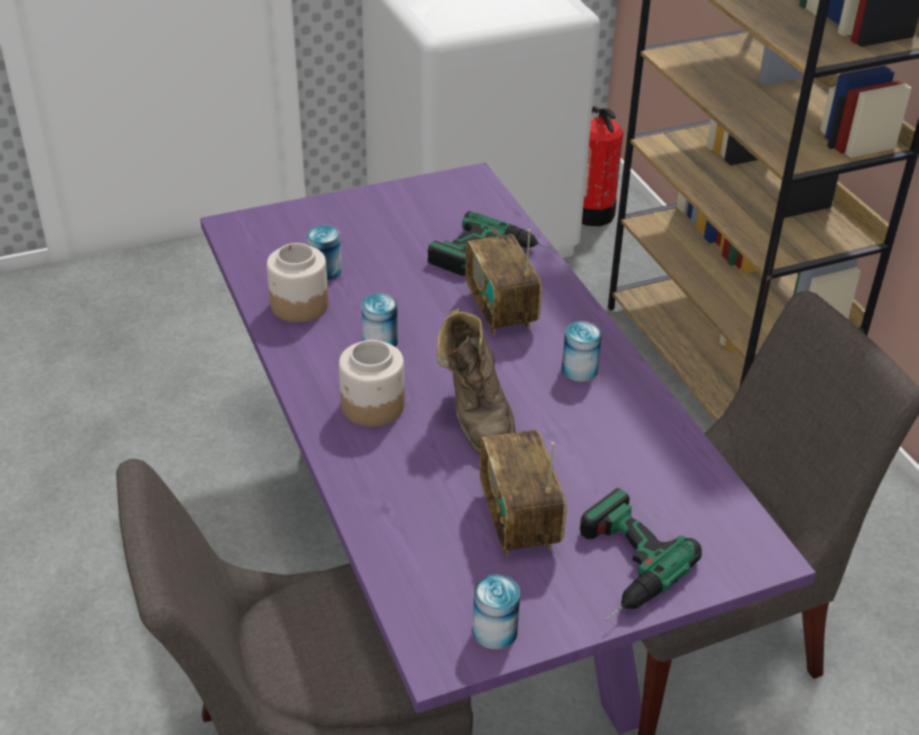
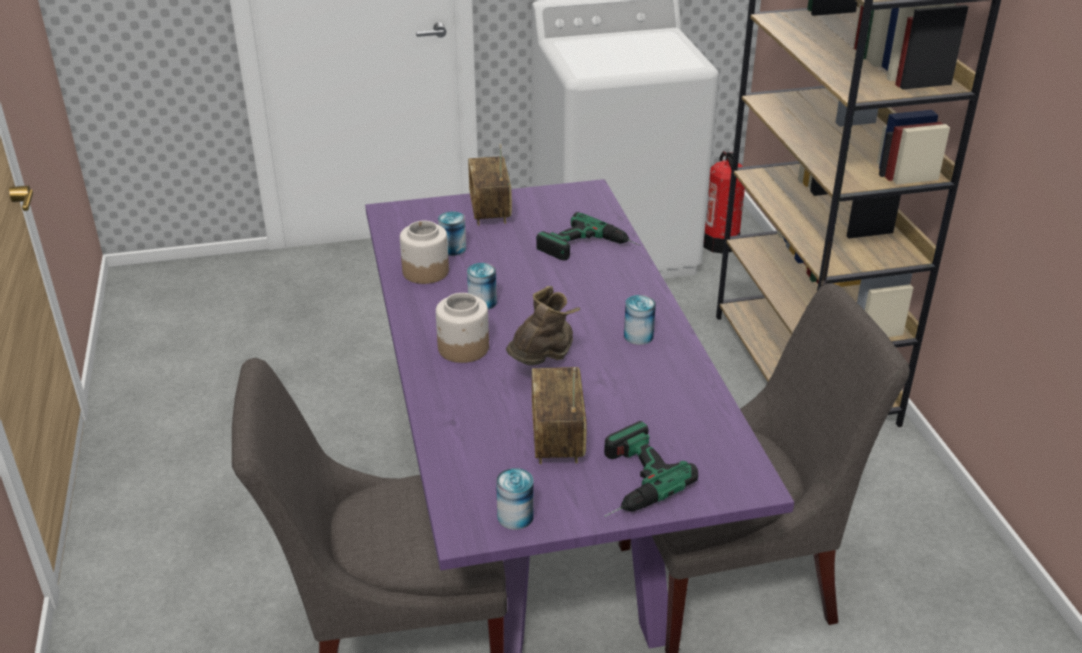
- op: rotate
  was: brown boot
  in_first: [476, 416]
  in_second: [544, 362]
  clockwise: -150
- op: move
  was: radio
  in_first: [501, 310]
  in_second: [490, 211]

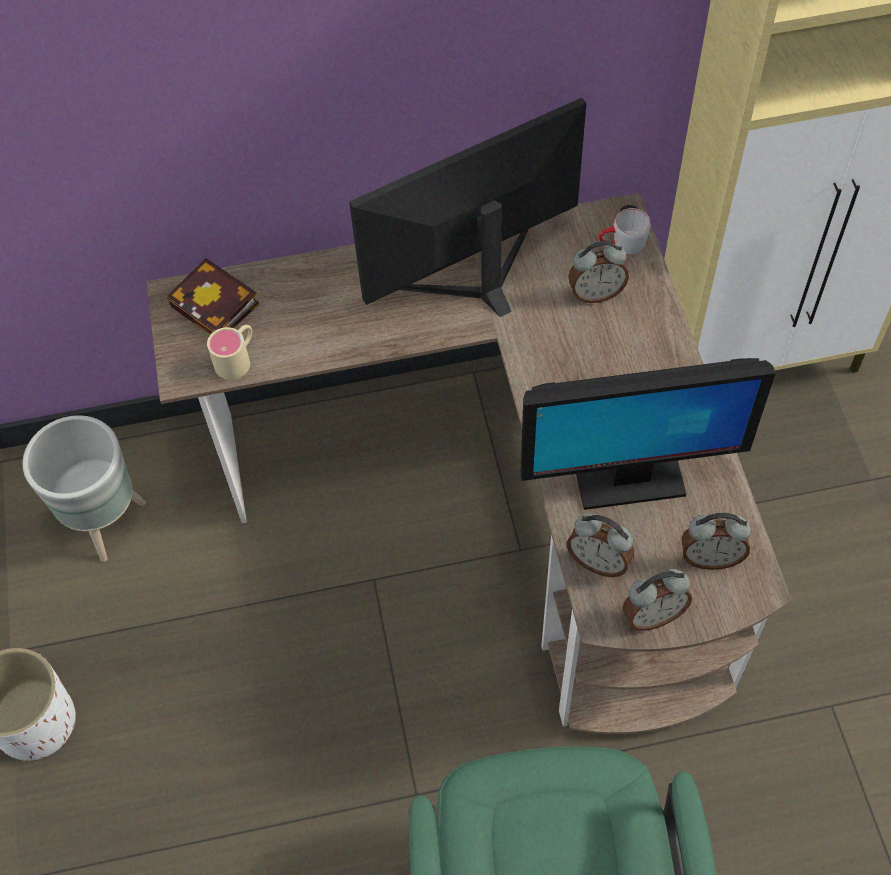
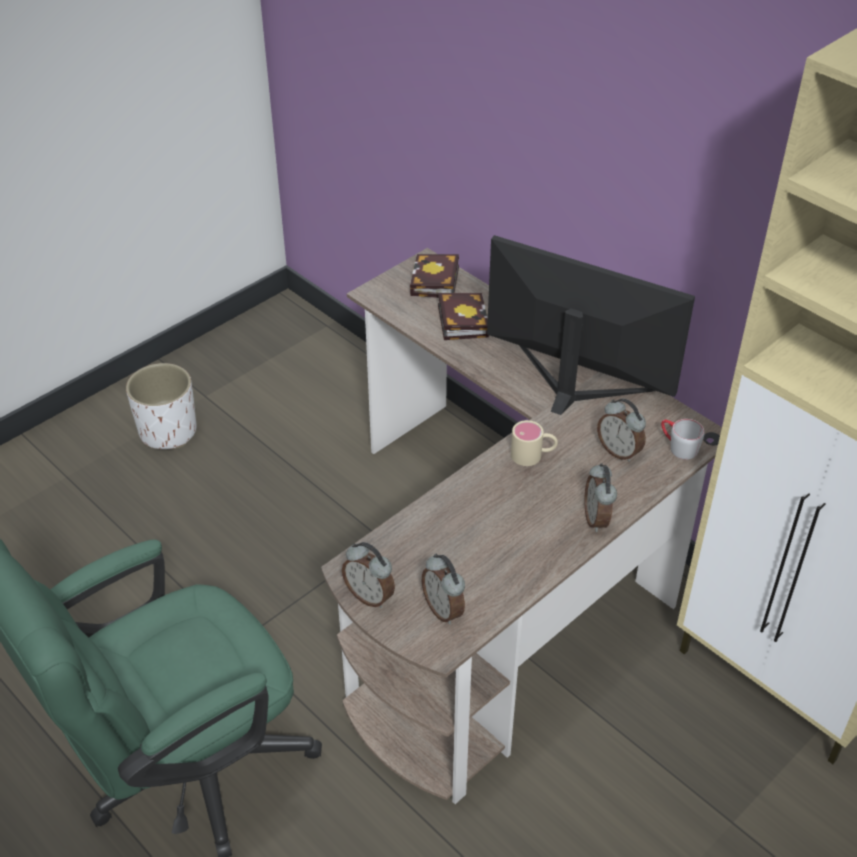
- op: delete
  was: grey planter
  in_first: [107, 522]
- op: move
  was: beige mug
  in_first: [237, 358]
  in_second: [533, 455]
- op: delete
  was: monitor
  in_first: [628, 479]
- op: move
  was: alarm clock
  in_first: [598, 561]
  in_second: [597, 519]
- op: insert
  now: book
  in_second: [461, 320]

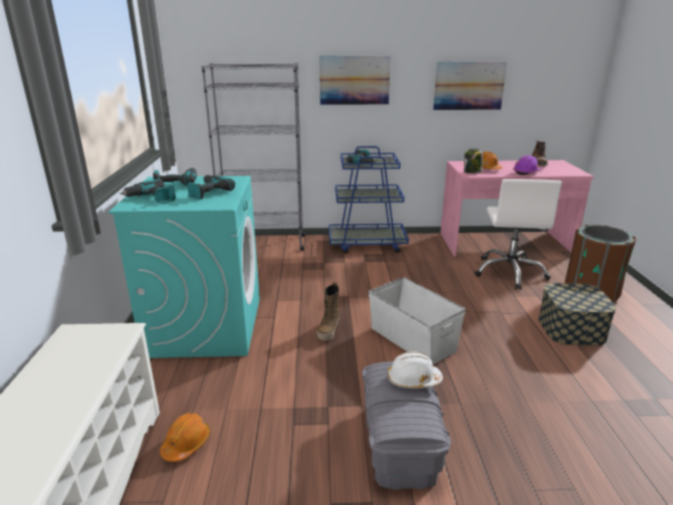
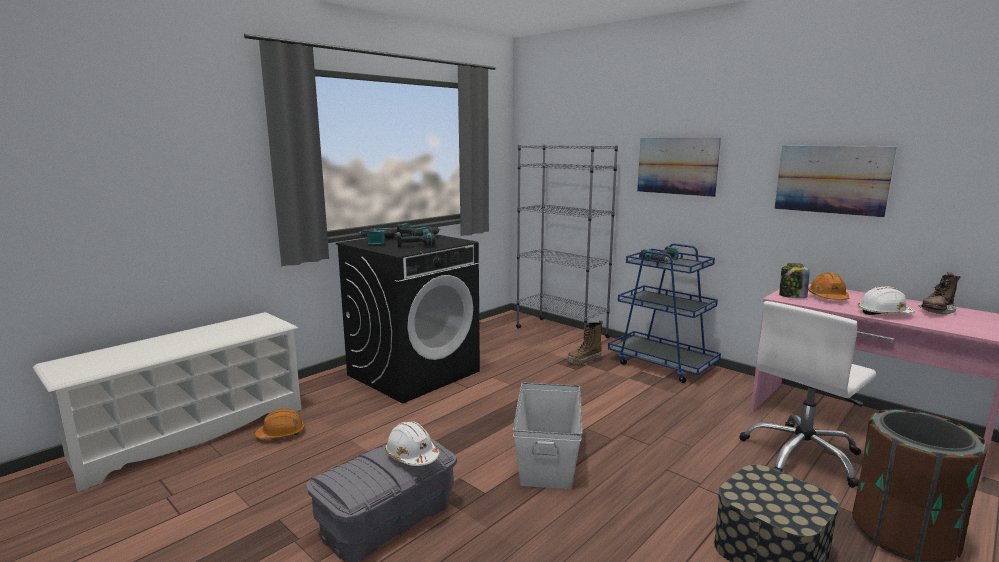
- op: recolor
  was: turquoise washing machine
  now: black washing machine
  in_first: [205, 326]
  in_second: [414, 373]
- op: move
  was: boot
  in_first: [328, 330]
  in_second: [584, 360]
- op: recolor
  was: purple hard hat
  now: white hard hat
  in_first: [526, 172]
  in_second: [883, 313]

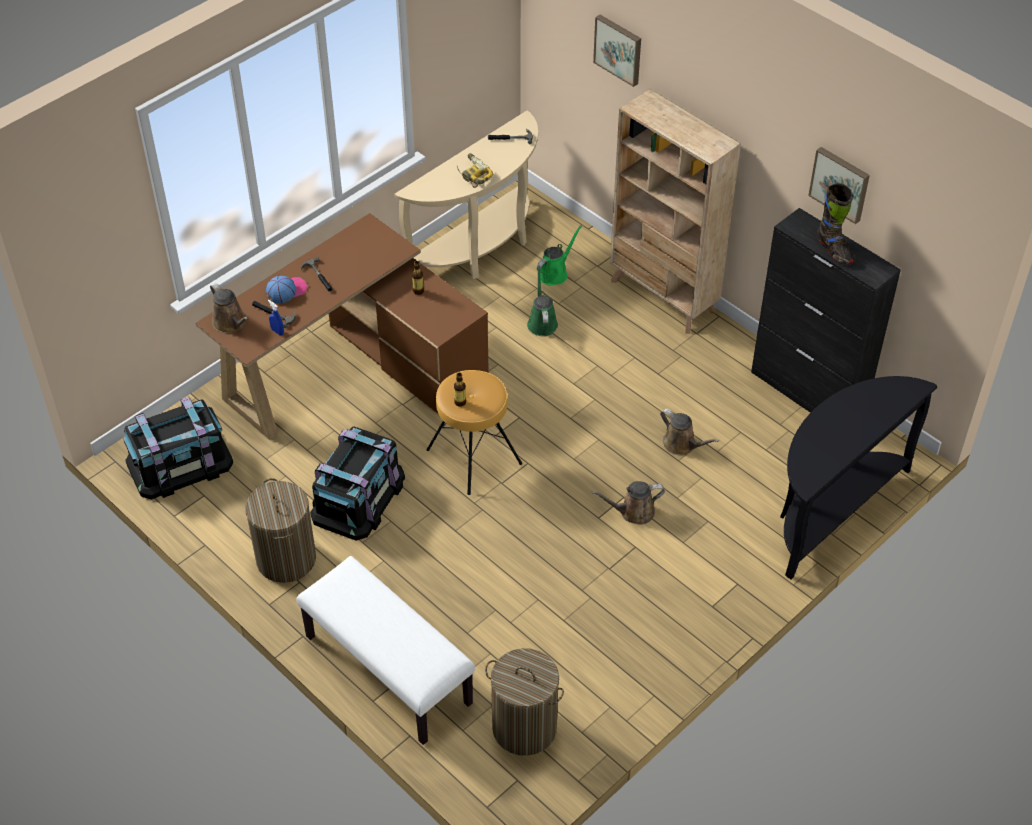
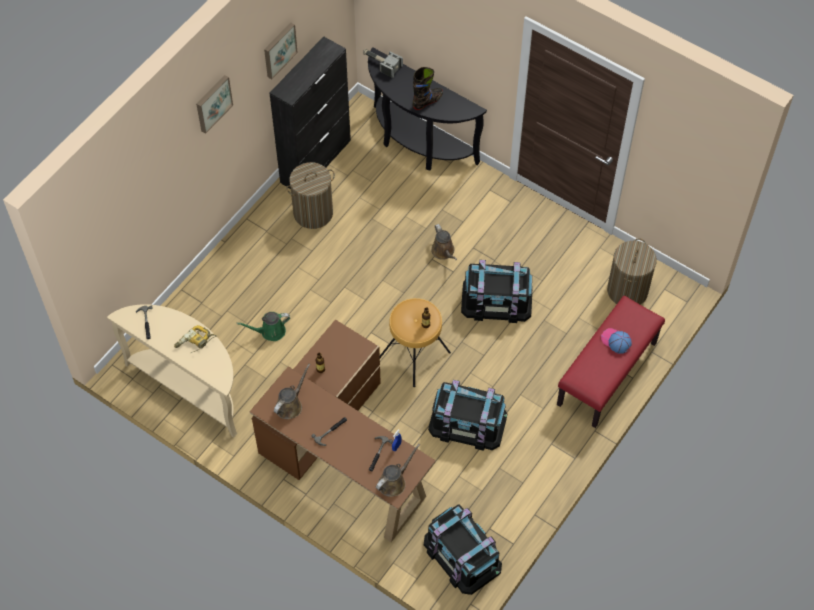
- op: move
  was: laundry basket
  in_first: [286, 559]
  in_second: [313, 213]
- op: move
  was: cap
  in_first: [286, 291]
  in_second: [615, 341]
- op: recolor
  was: white bench
  now: red bench
  in_first: [386, 670]
  in_second: [607, 374]
- op: delete
  was: green watering can
  in_first: [554, 273]
- op: move
  was: picture
  in_first: [619, 49]
  in_second: [212, 103]
- op: delete
  was: beige bookcase
  in_first: [663, 297]
- op: move
  was: brown watering can
  in_first: [682, 444]
  in_second: [290, 405]
- op: move
  was: black boot
  in_first: [834, 250]
  in_second: [427, 101]
- op: insert
  now: hammer
  in_second: [381, 63]
- op: insert
  now: black storage box
  in_second: [496, 300]

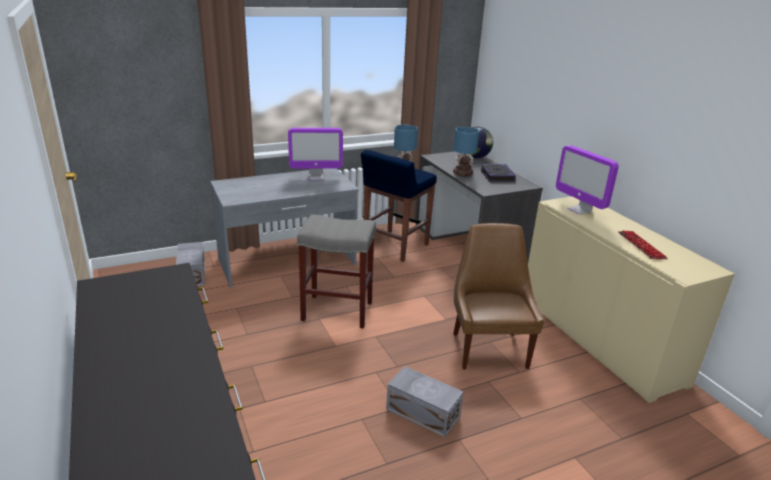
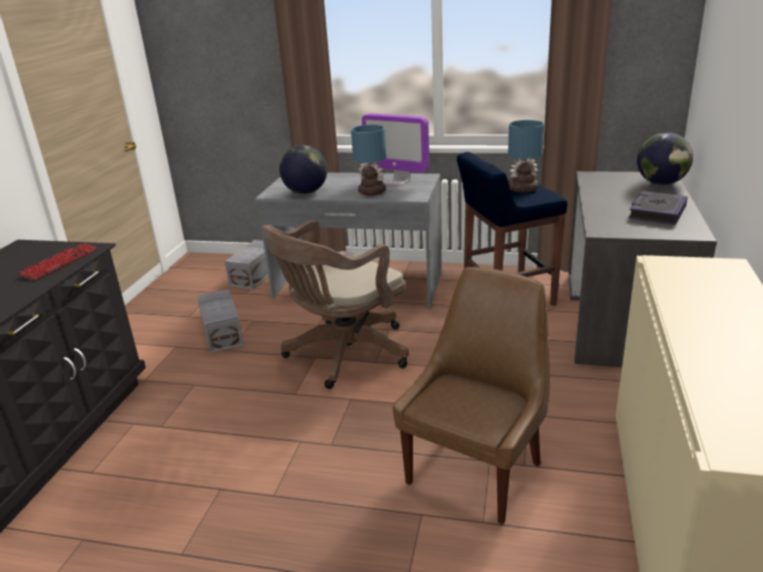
- op: replace
  was: grey stool
  now: brown office chair
  in_first: [336, 311]
  in_second: [343, 355]
- op: move
  was: grey storage box
  in_first: [422, 412]
  in_second: [223, 333]
- op: move
  was: table lamp
  in_first: [462, 174]
  in_second: [371, 192]
- op: delete
  was: monitor
  in_first: [579, 210]
- op: move
  was: keyboard
  in_first: [641, 246]
  in_second: [60, 263]
- op: insert
  now: globe
  in_second: [306, 192]

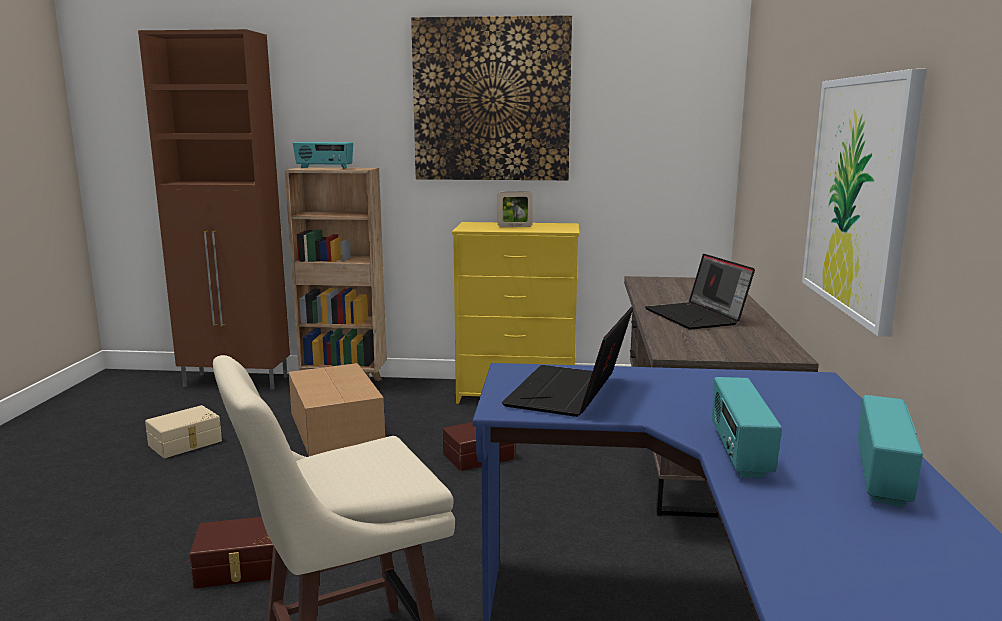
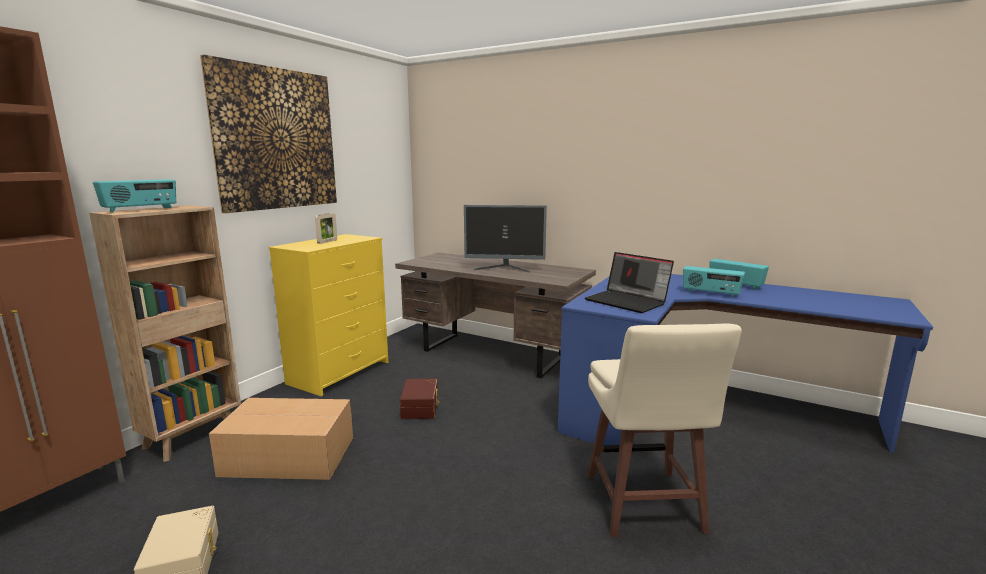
- op: delete
  was: brown storage box
  in_first: [240, 568]
- op: replace
  was: laptop
  now: monitor
  in_first: [697, 317]
  in_second: [504, 269]
- op: delete
  was: picture
  in_first: [858, 195]

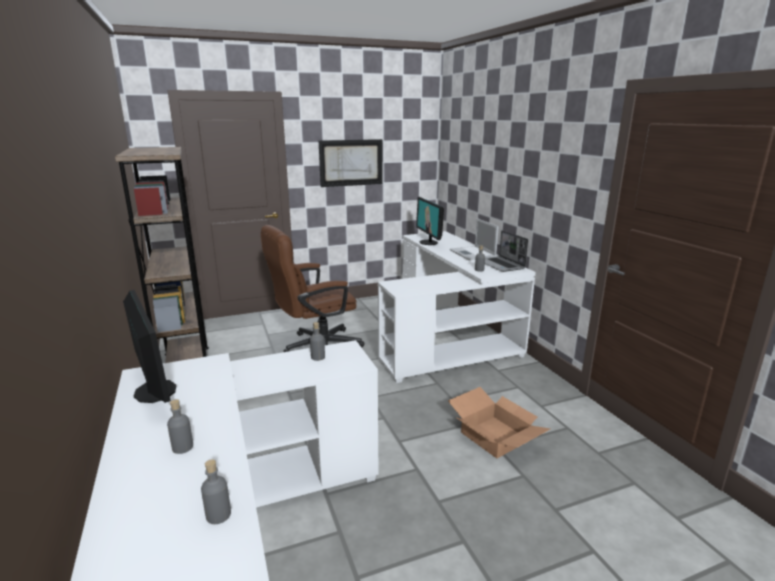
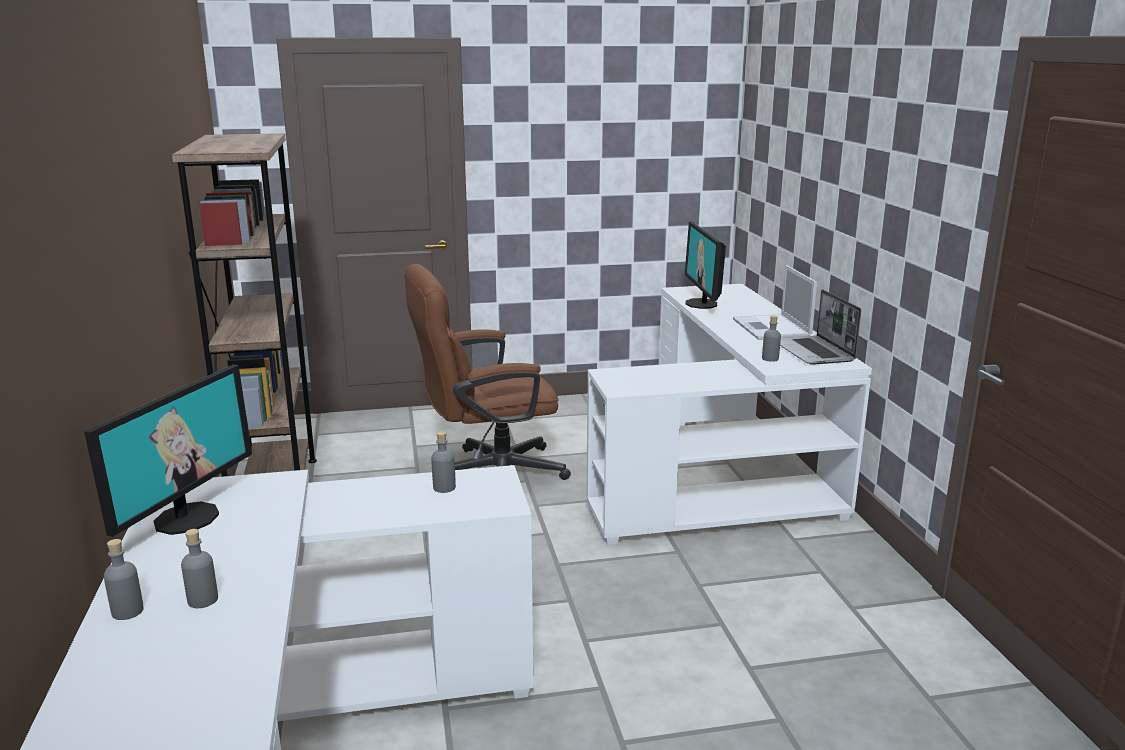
- op: rotate
  was: monitor
  in_first: [154, 391]
  in_second: [185, 518]
  clockwise: 45
- op: move
  was: grey bottle
  in_first: [218, 515]
  in_second: [127, 611]
- op: delete
  was: picture
  in_first: [351, 163]
- op: delete
  was: cardboard box
  in_first: [496, 436]

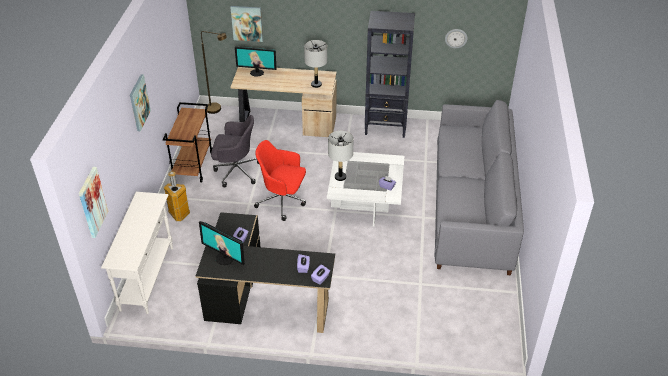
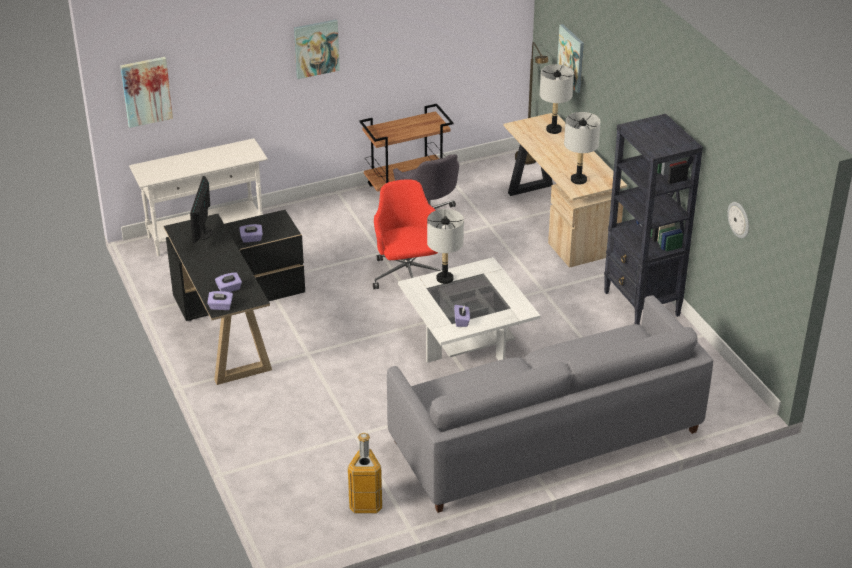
- op: move
  was: trash can
  in_first: [178, 214]
  in_second: [366, 504]
- op: replace
  was: monitor
  now: grey table lamp
  in_first: [257, 72]
  in_second: [554, 130]

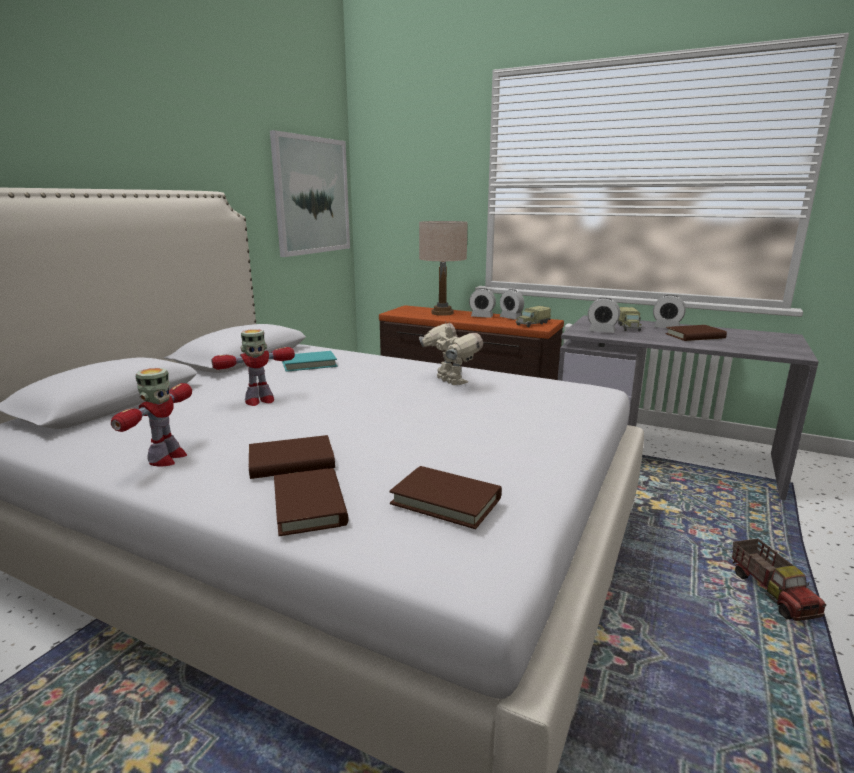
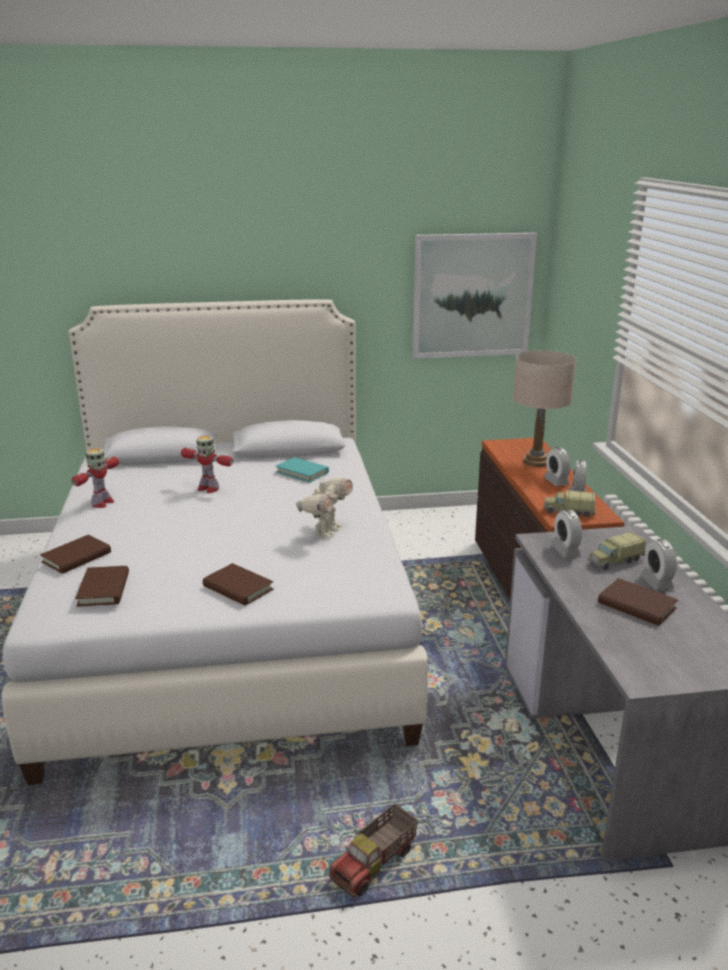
- op: rotate
  was: toy robot
  in_first: [166, 458]
  in_second: [102, 503]
  clockwise: -45
- op: move
  was: brown book
  in_first: [291, 462]
  in_second: [238, 588]

